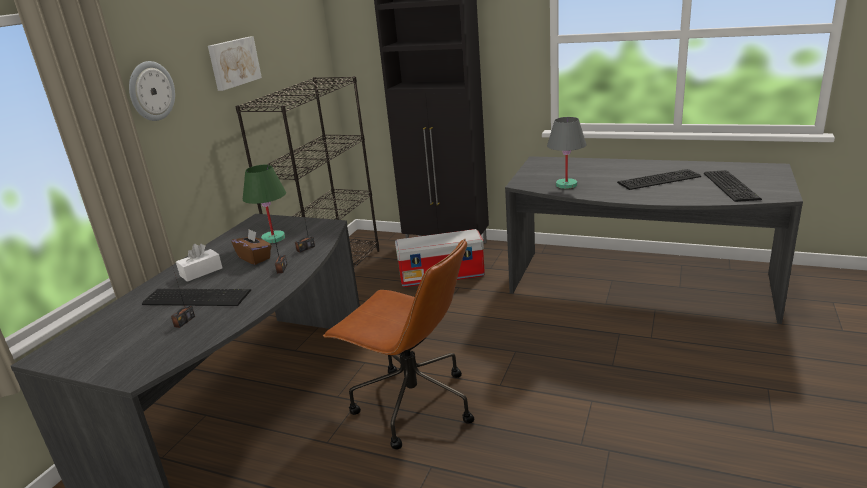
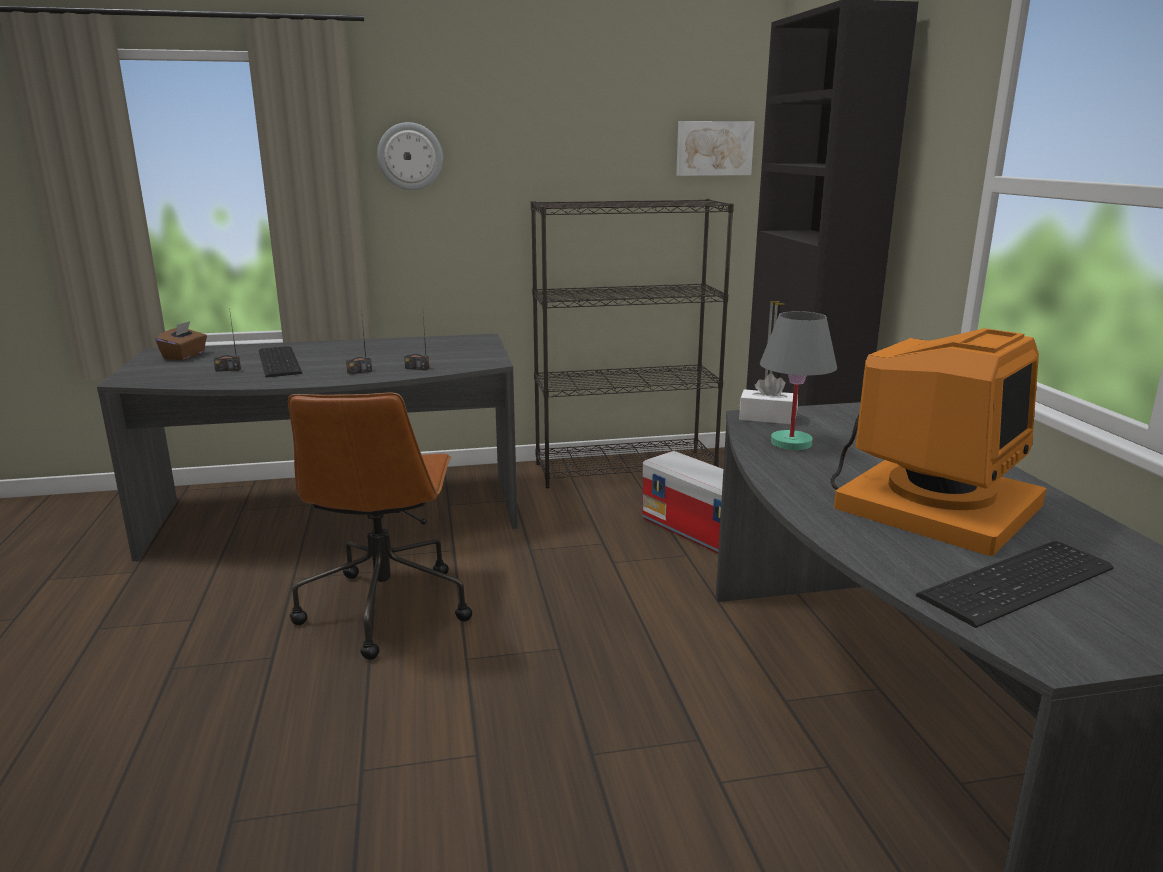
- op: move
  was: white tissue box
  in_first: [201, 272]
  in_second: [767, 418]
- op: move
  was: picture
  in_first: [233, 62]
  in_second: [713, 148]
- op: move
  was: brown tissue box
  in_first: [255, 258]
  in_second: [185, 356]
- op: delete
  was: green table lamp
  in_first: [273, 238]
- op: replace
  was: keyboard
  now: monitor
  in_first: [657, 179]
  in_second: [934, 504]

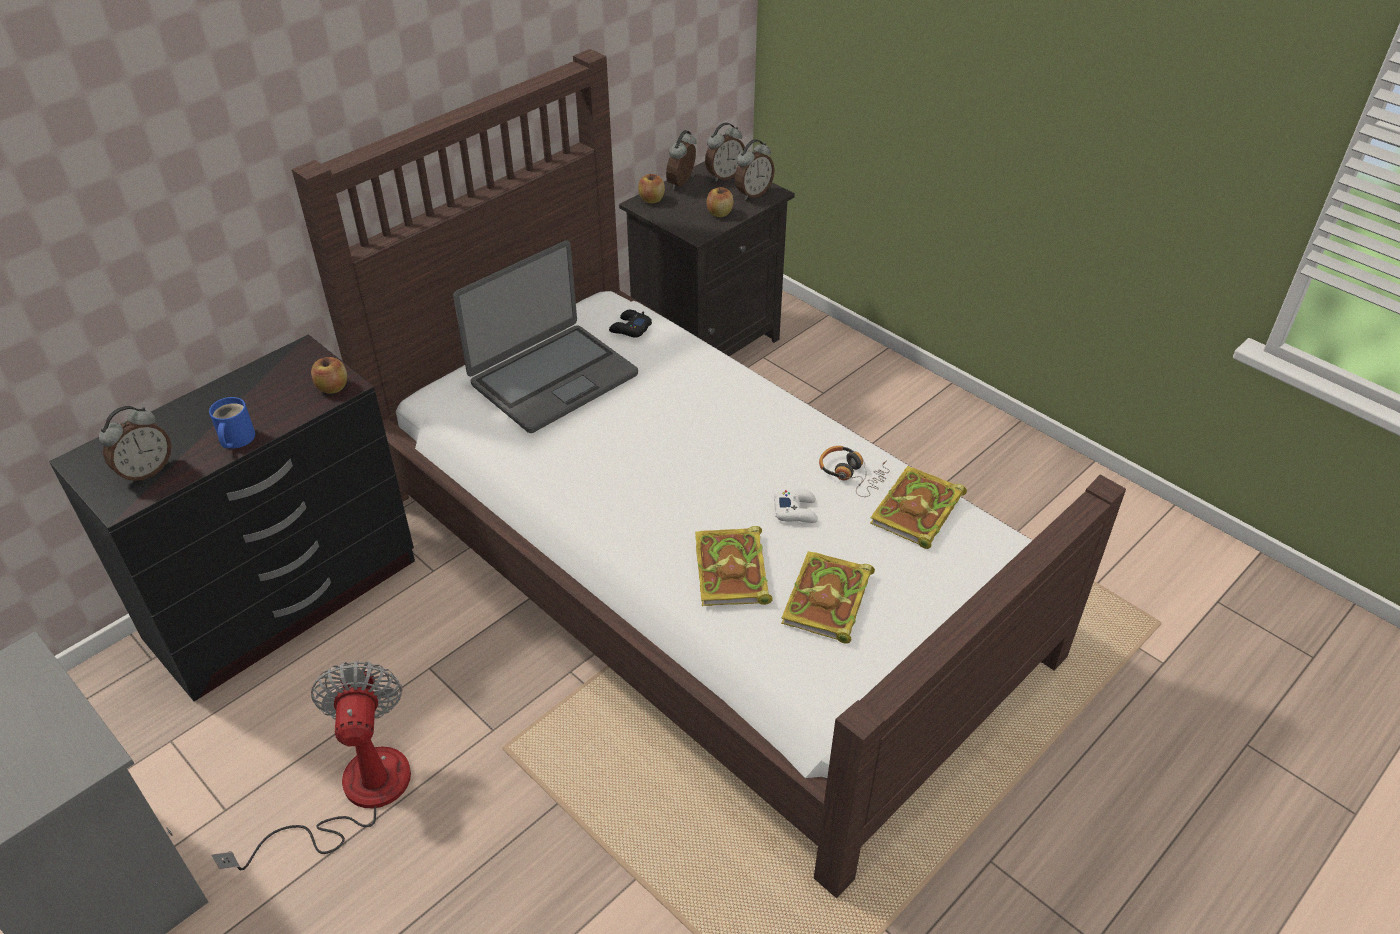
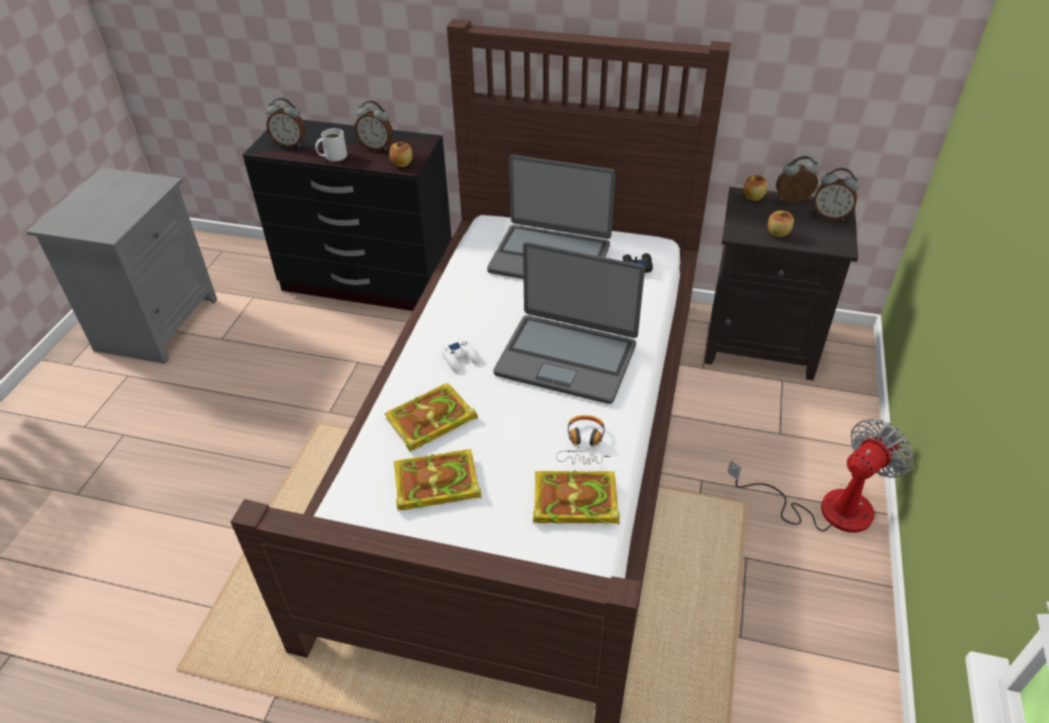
- op: recolor
  was: blue mug
  now: white mug
  in_first: [235, 439]
  in_second: [333, 156]
- op: move
  was: fan
  in_first: [354, 795]
  in_second: [826, 508]
- op: move
  was: alarm clock
  in_first: [753, 193]
  in_second: [377, 147]
- op: move
  was: white game controller
  in_first: [796, 510]
  in_second: [460, 359]
- op: insert
  now: laptop
  in_second: [567, 358]

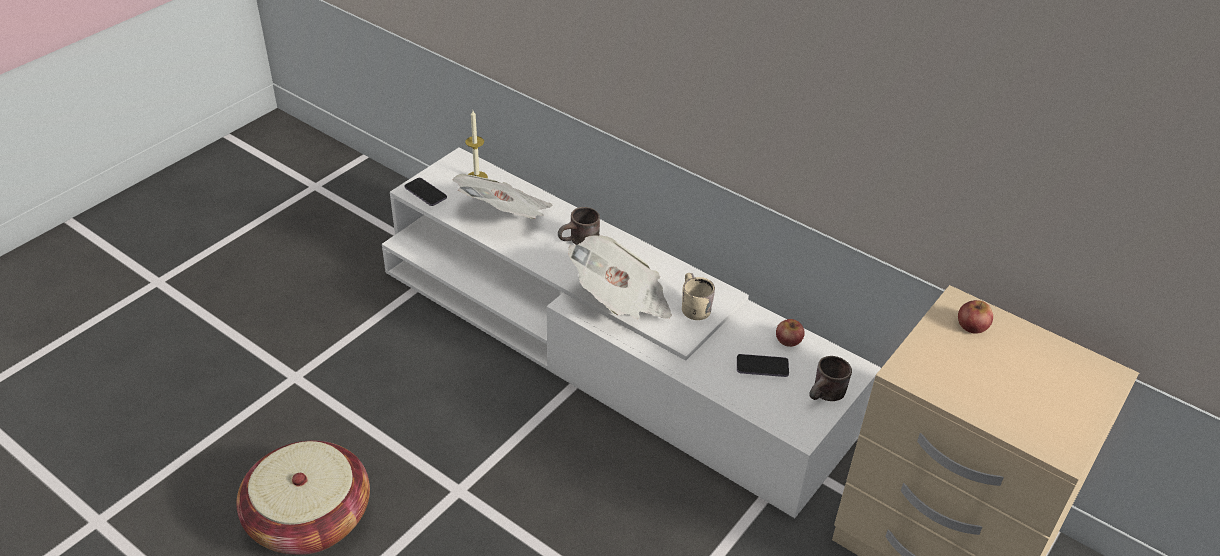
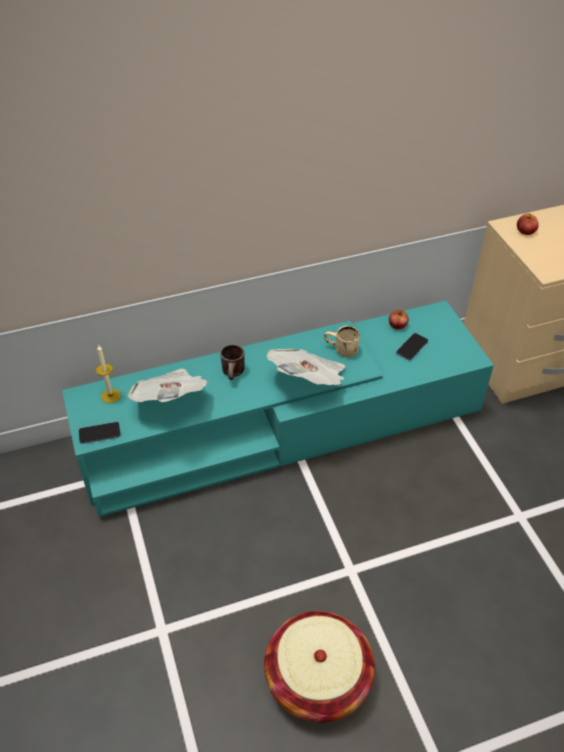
- op: recolor
  was: white tv stand
  now: turquoise tv stand
  in_first: [606, 349]
  in_second: [281, 426]
- op: delete
  was: brown mug
  in_first: [827, 396]

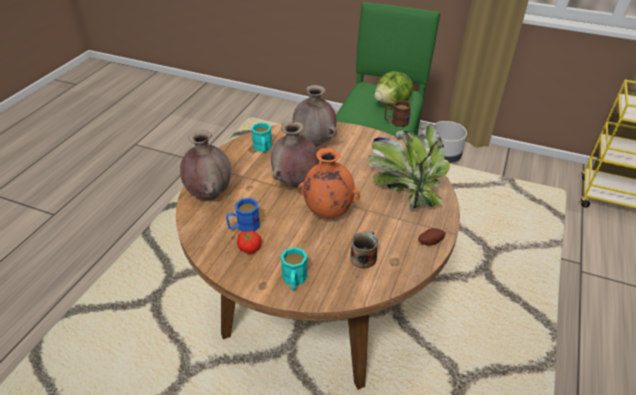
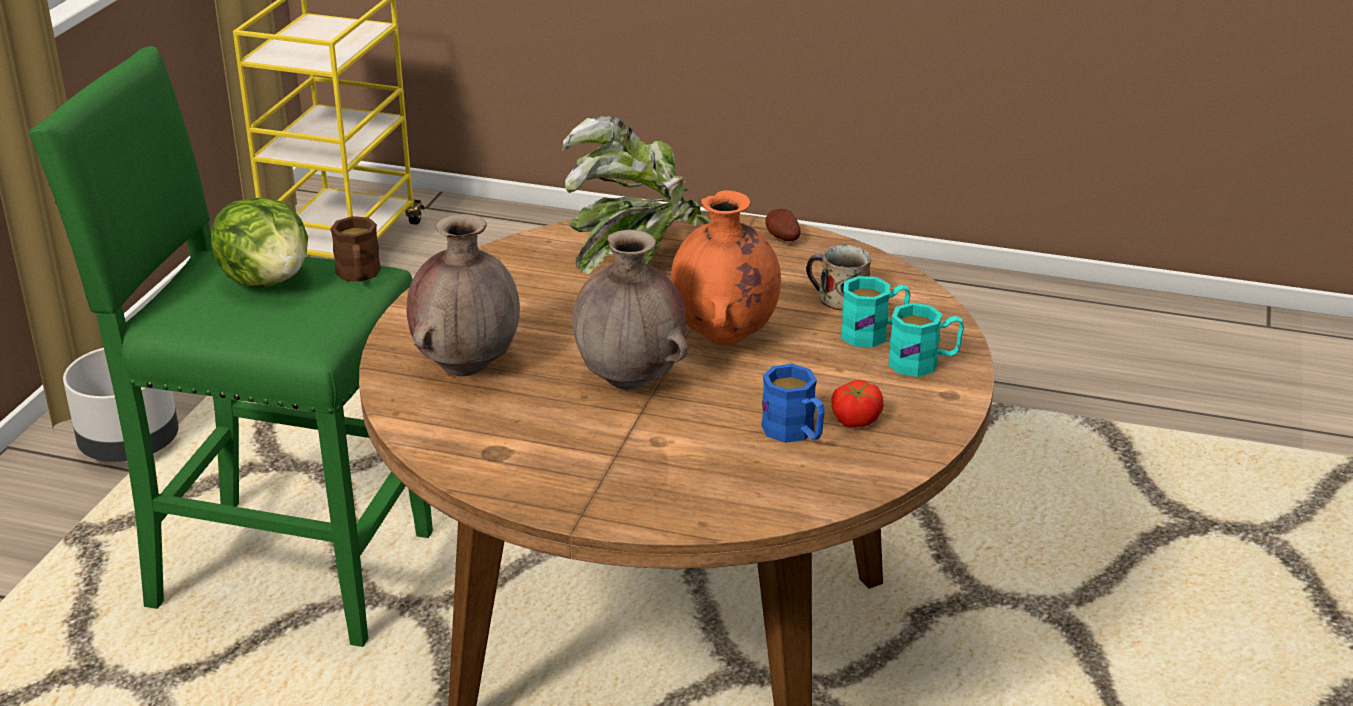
- op: delete
  was: brown vase
  in_first: [209, 193]
- op: move
  was: turquoise mug
  in_first: [263, 148]
  in_second: [874, 333]

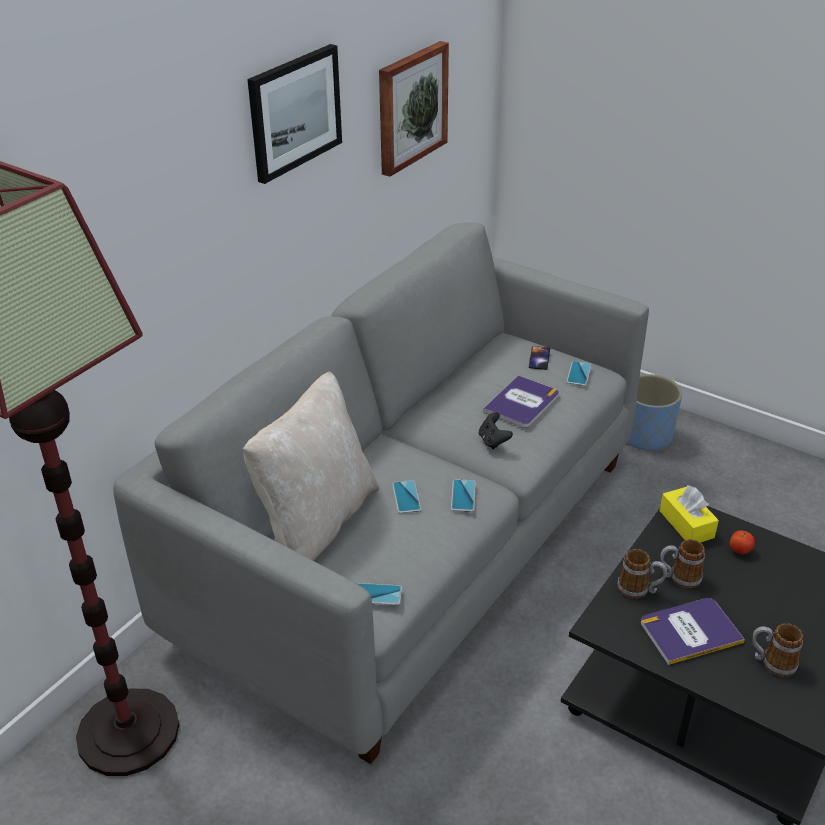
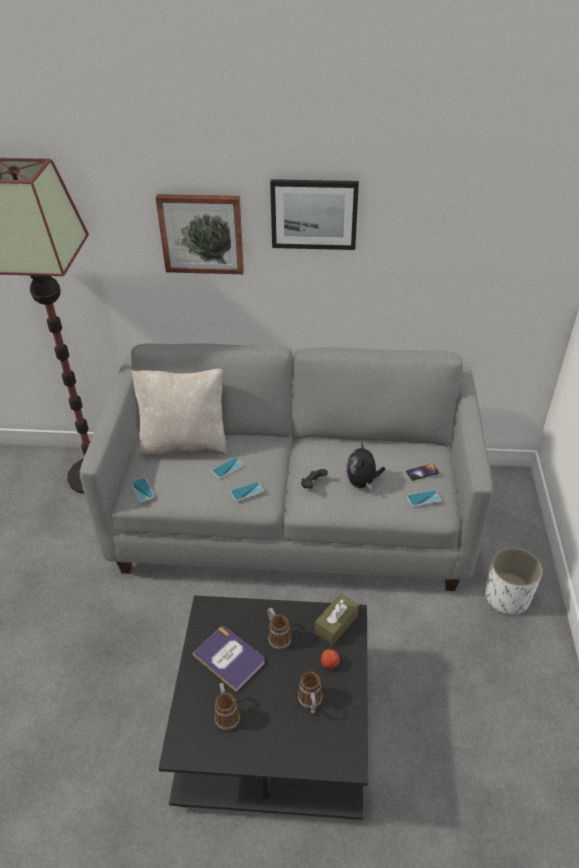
- op: move
  was: picture
  in_first: [411, 107]
  in_second: [202, 233]
- op: replace
  was: book
  now: plush toy
  in_first: [522, 403]
  in_second: [362, 482]
- op: move
  was: mug
  in_first: [639, 590]
  in_second: [311, 703]
- op: recolor
  was: blue planter
  now: white planter
  in_first: [645, 437]
  in_second: [507, 597]
- op: recolor
  was: yellow tissue box
  now: brown tissue box
  in_first: [686, 524]
  in_second: [336, 624]

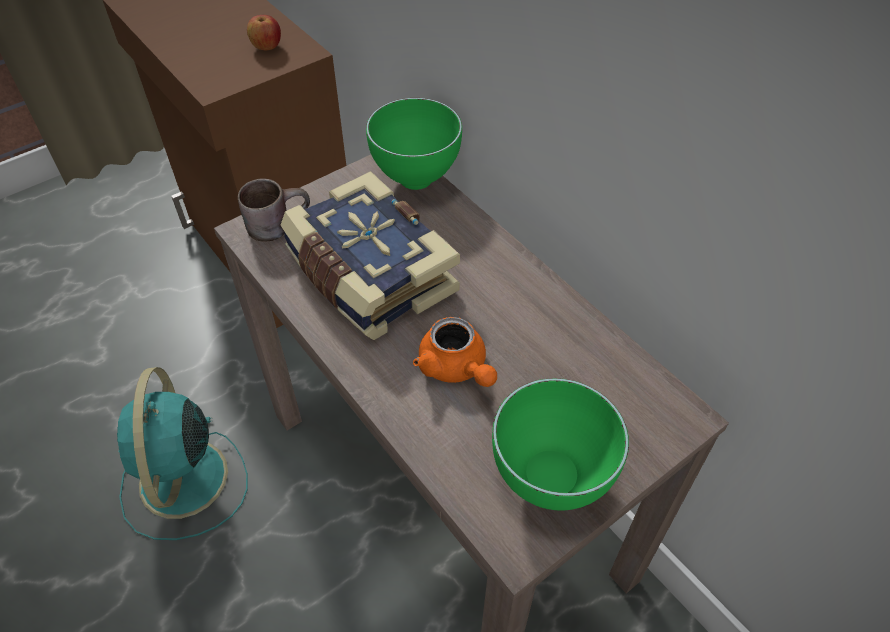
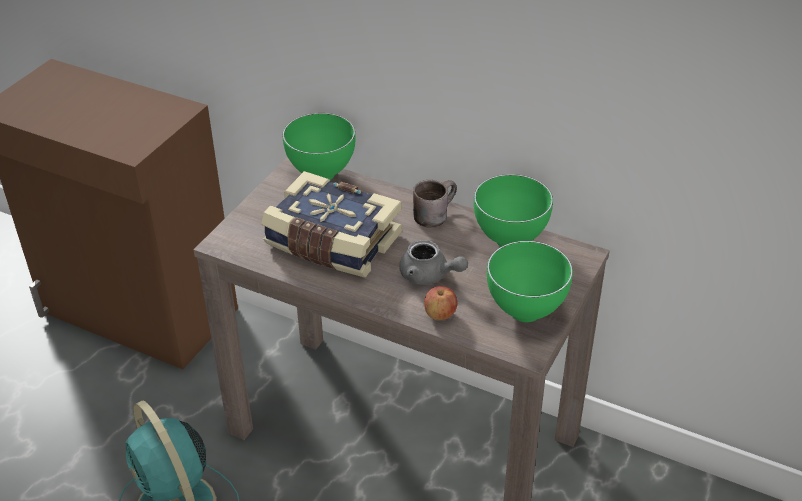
- op: move
  was: brown mug
  in_first: [277, 223]
  in_second: [433, 213]
- op: move
  was: apple
  in_first: [267, 47]
  in_second: [440, 315]
- op: recolor
  was: orange teapot
  now: grey teapot
  in_first: [456, 368]
  in_second: [429, 276]
- op: insert
  now: green bowl
  in_second: [511, 242]

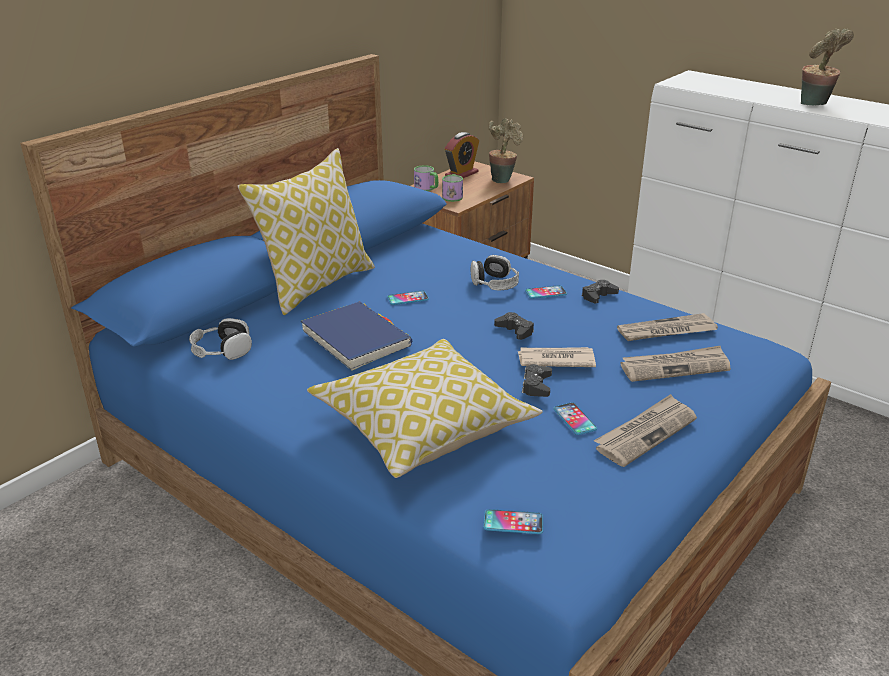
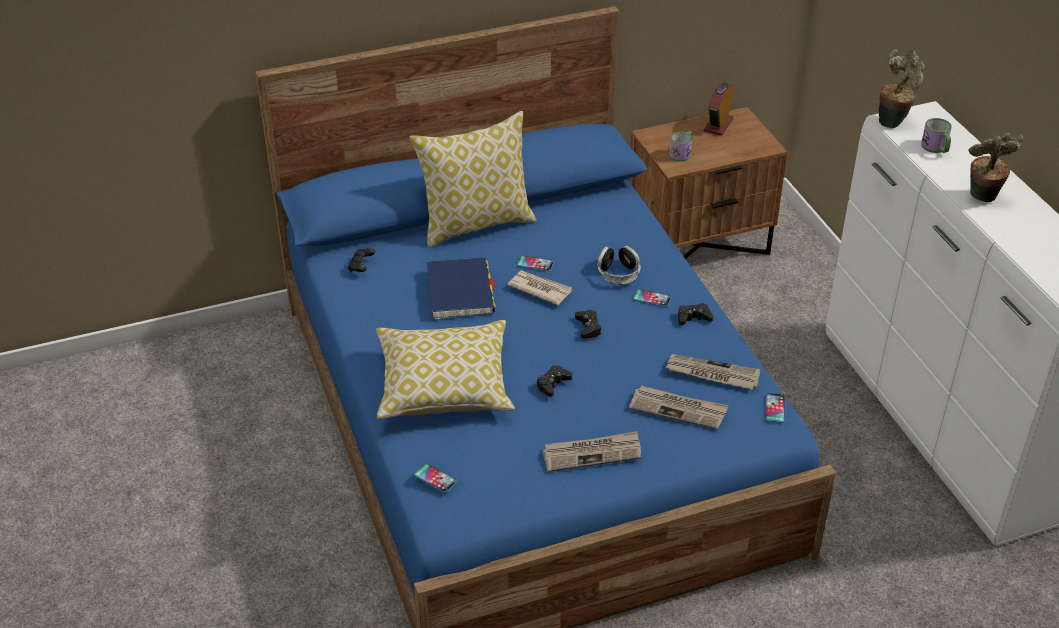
- op: replace
  was: headphones
  now: black game controller
  in_first: [222, 350]
  in_second: [361, 266]
- op: move
  was: mug
  in_first: [427, 188]
  in_second: [936, 148]
- op: rotate
  was: alarm clock
  in_first: [461, 174]
  in_second: [718, 125]
  clockwise: 135
- op: move
  was: potted plant
  in_first: [502, 179]
  in_second: [893, 121]
- op: move
  was: newspaper
  in_first: [555, 360]
  in_second: [539, 289]
- op: move
  was: phone
  in_first: [574, 419]
  in_second: [774, 408]

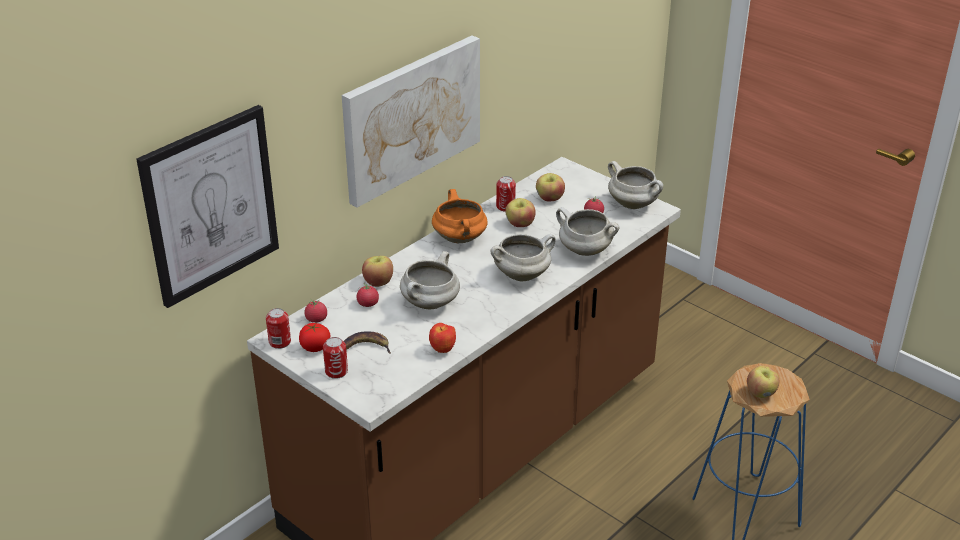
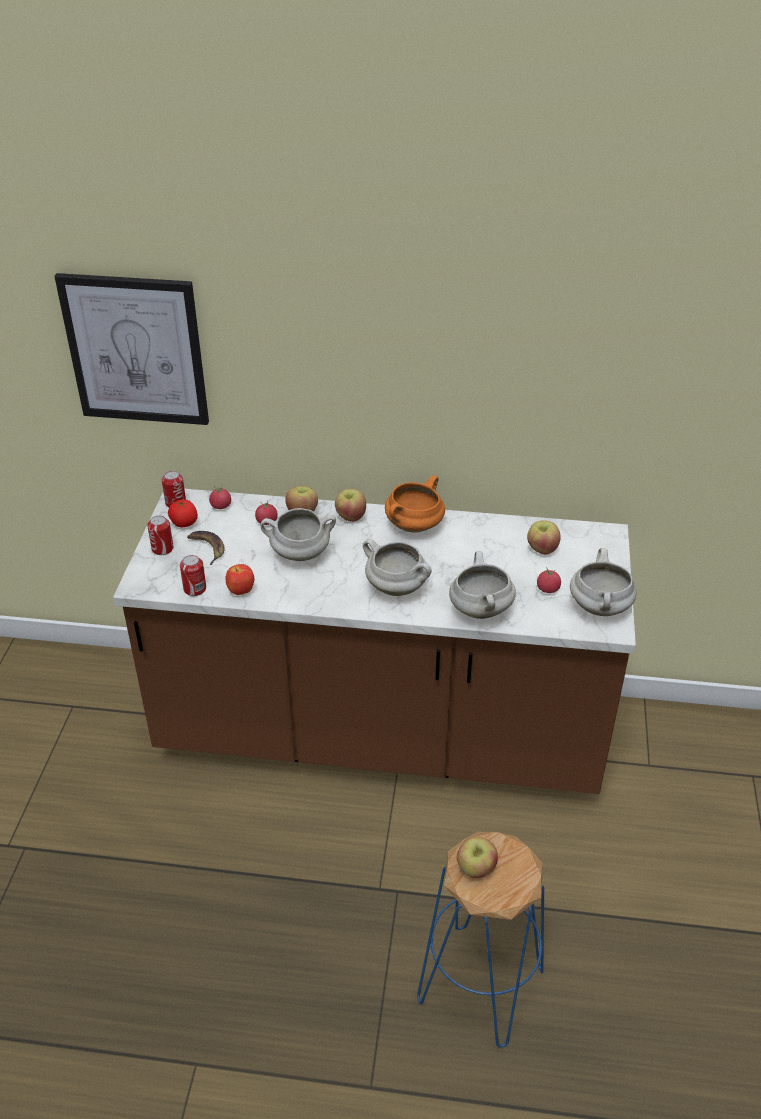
- op: delete
  was: picture
  in_first: [411, 118]
- op: move
  was: can
  in_first: [505, 206]
  in_second: [195, 589]
- op: move
  was: apple
  in_first: [520, 224]
  in_second: [350, 517]

